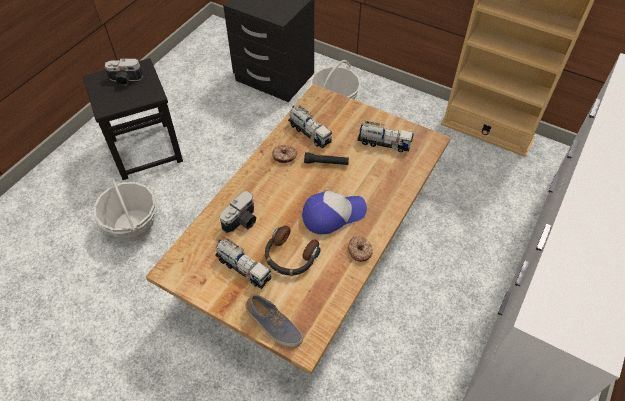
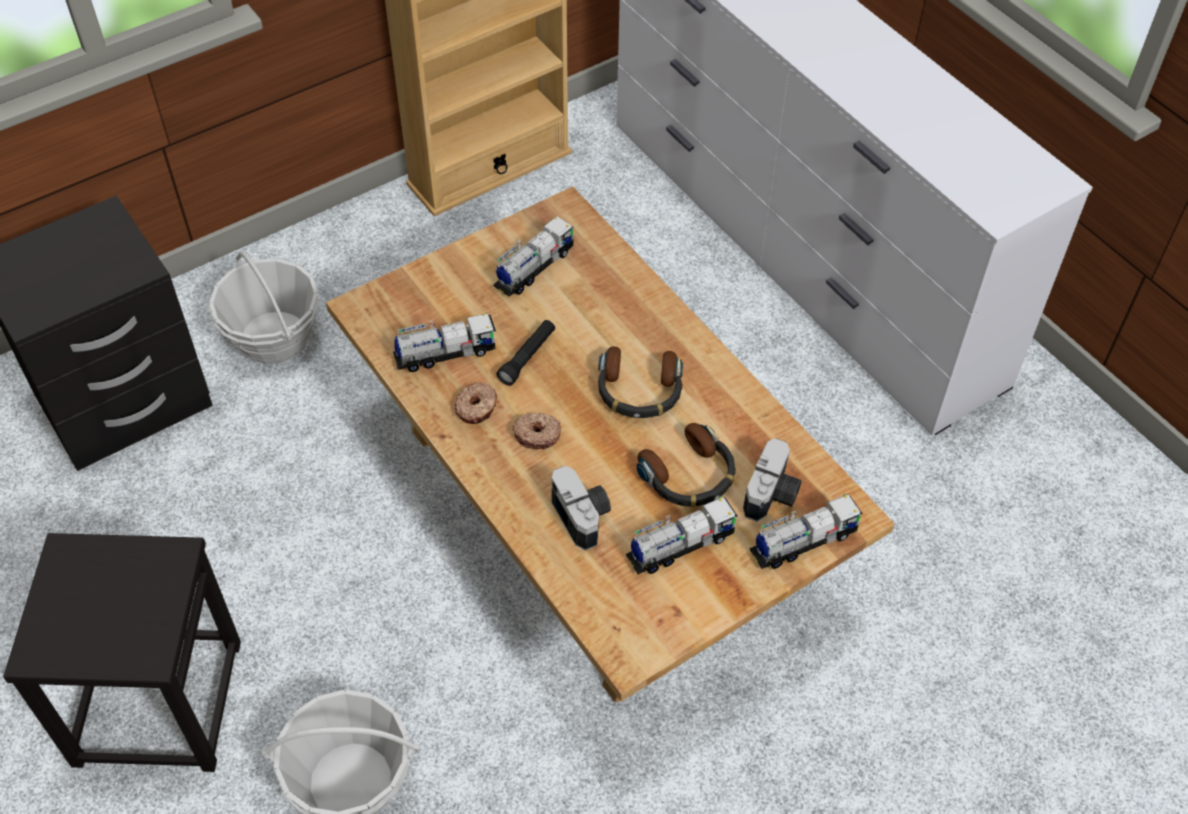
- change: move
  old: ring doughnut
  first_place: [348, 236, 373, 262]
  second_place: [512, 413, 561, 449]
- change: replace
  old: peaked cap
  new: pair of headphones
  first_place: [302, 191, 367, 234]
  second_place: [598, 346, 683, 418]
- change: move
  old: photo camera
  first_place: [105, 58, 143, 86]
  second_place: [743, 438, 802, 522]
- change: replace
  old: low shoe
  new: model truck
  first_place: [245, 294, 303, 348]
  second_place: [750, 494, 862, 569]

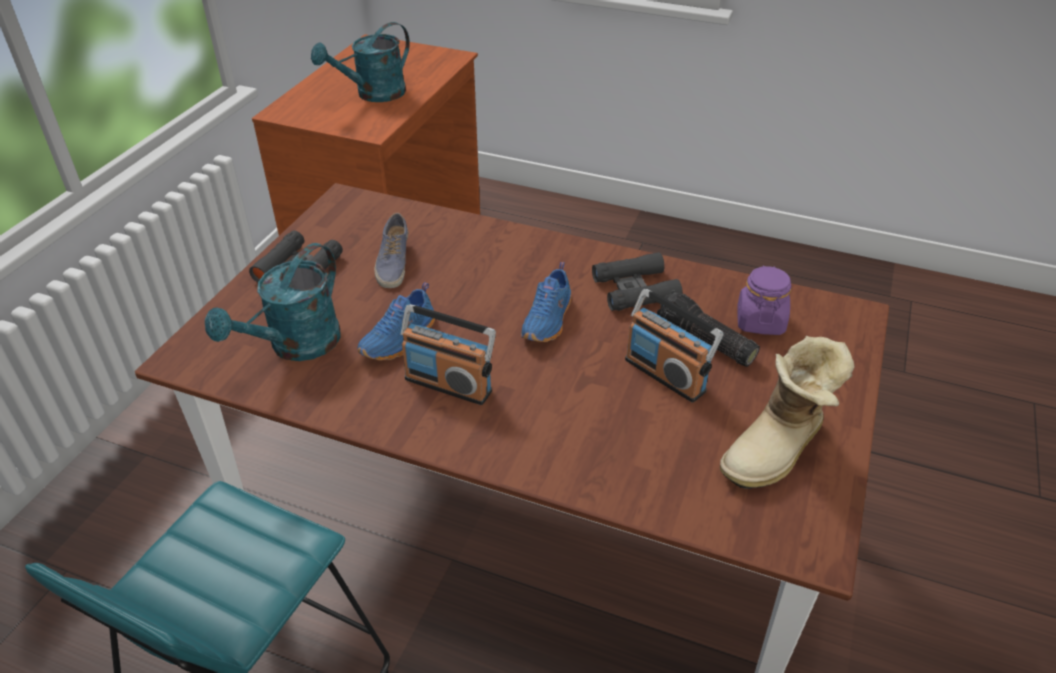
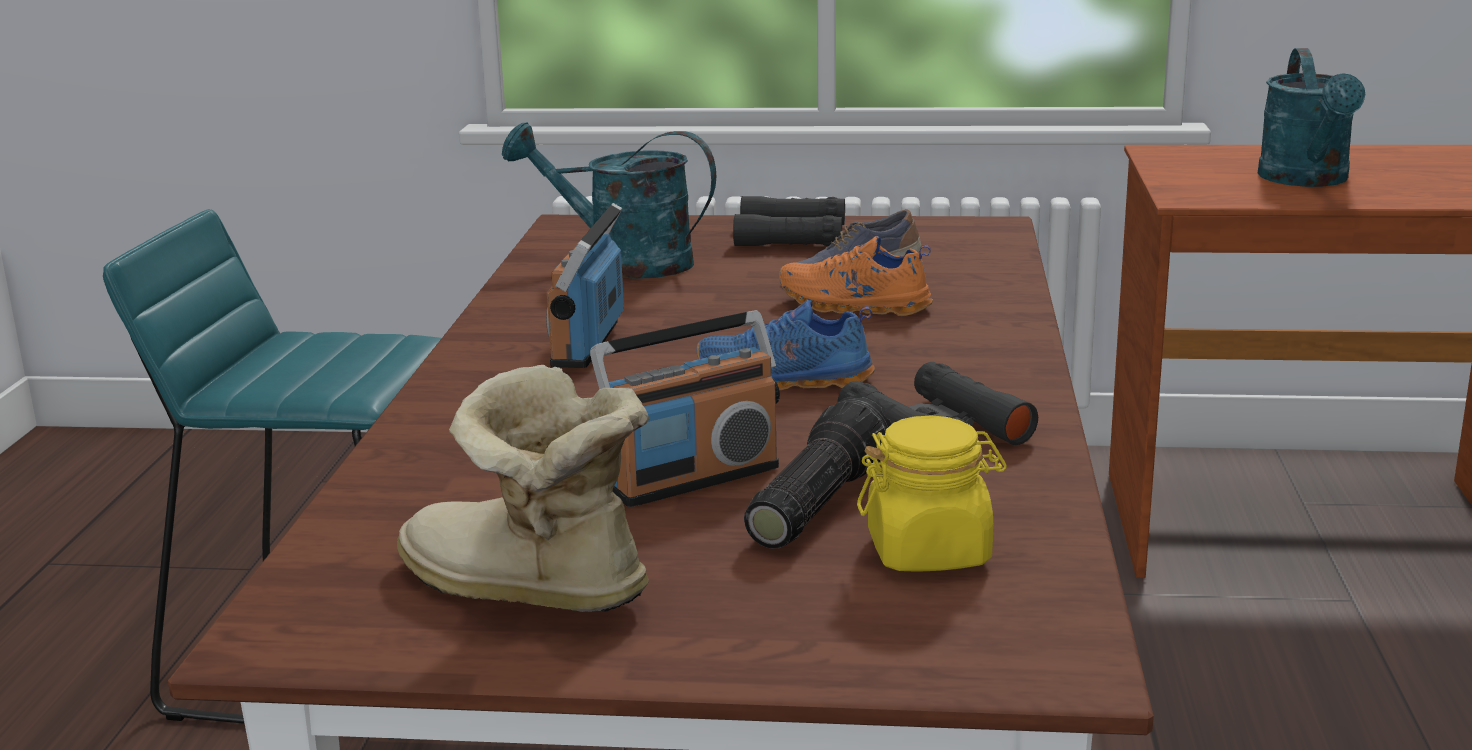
- change: rotate
  old: radio receiver
  first_place: [625, 289, 724, 403]
  second_place: [590, 310, 780, 507]
  degrees: -150
- change: insert
  new: low shoe/orangey
  second_place: [779, 236, 933, 316]
- change: recolor
  old: preserve jar/purple-coloured
  new: preserve jar/yellow-coloured
  first_place: [737, 265, 792, 335]
  second_place: [857, 416, 1007, 572]
- change: rotate
  old: sprinkling can/turquoise-coloured
  first_place: [311, 22, 410, 102]
  second_place: [1258, 48, 1365, 187]
  degrees: -120
- change: delete
  old: low shoe/bluish
  first_place: [358, 282, 435, 361]

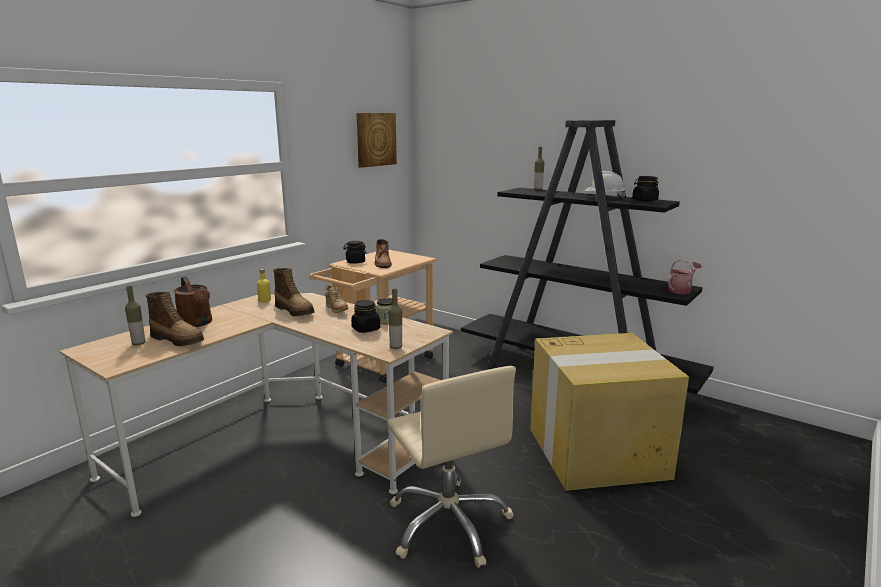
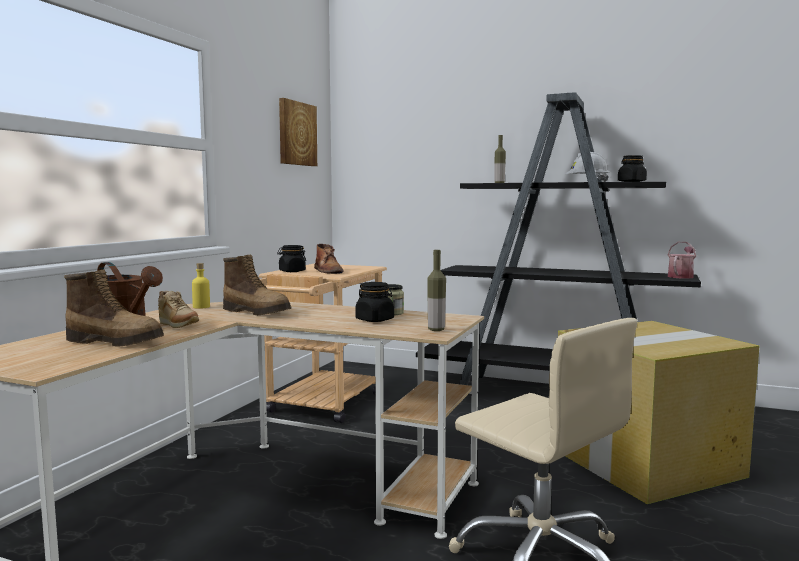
- change: move
  old: low shoe/beige
  first_place: [325, 285, 348, 313]
  second_place: [158, 291, 199, 328]
- change: delete
  old: drink bottle
  first_place: [125, 286, 145, 345]

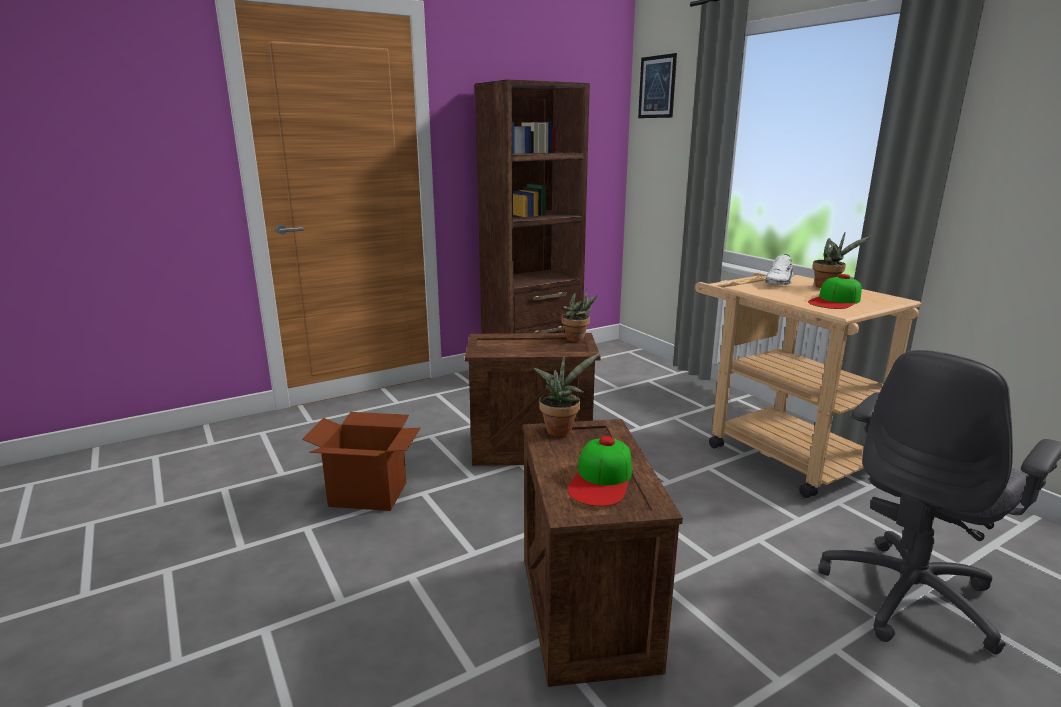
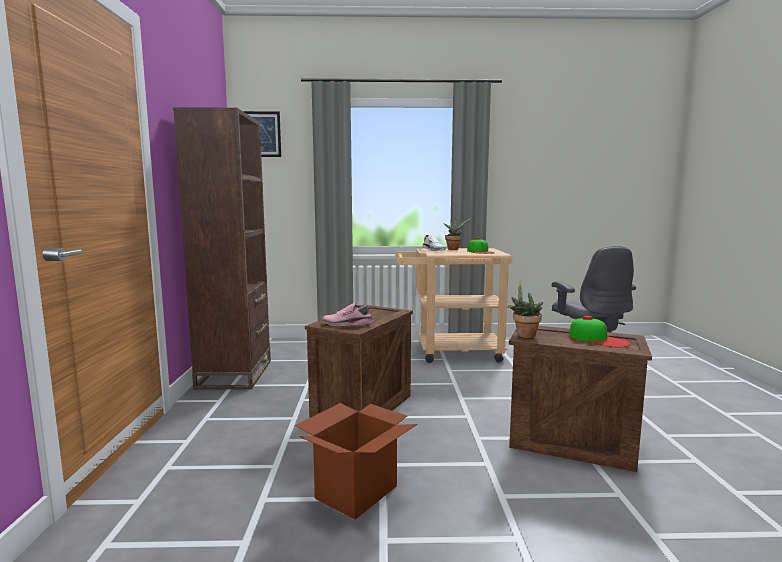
- change: insert
  new: low shoe/pink
  second_place: [322, 302, 373, 326]
- change: delete
  old: plant in a pot
  first_place: [562, 288, 597, 341]

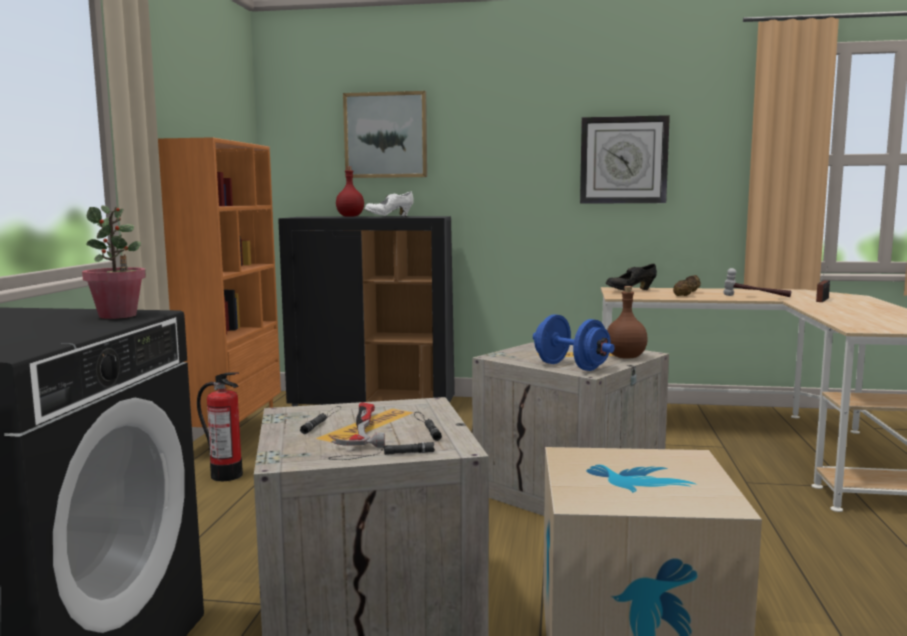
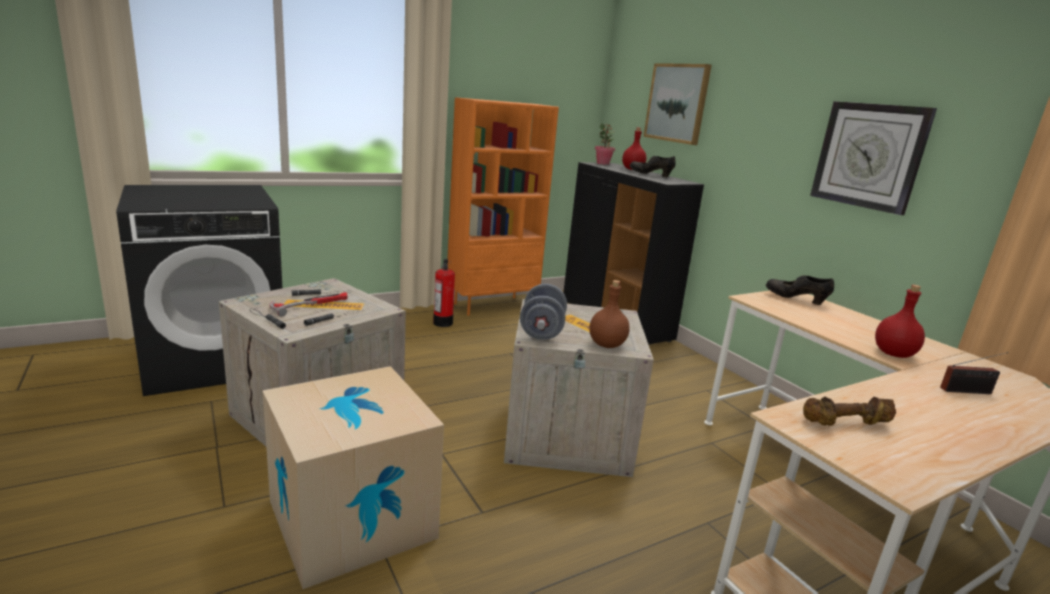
- change: recolor
  old: free weight/bluish
  new: free weight/grey
  first_place: [533, 314, 615, 371]
  second_place: [520, 284, 567, 340]
- change: move
  old: plant in a pot
  first_place: [82, 205, 146, 319]
  second_place: [595, 124, 615, 165]
- change: recolor
  old: low shoe/whitish
  new: low shoe/blackish
  first_place: [365, 191, 414, 216]
  second_place: [629, 156, 676, 177]
- change: move
  old: free weight/brown-coloured
  first_place: [673, 275, 701, 296]
  second_place: [803, 397, 896, 425]
- change: replace
  old: tool hammer
  new: drink bottle/red-coloured
  first_place: [723, 268, 792, 297]
  second_place: [875, 285, 925, 358]

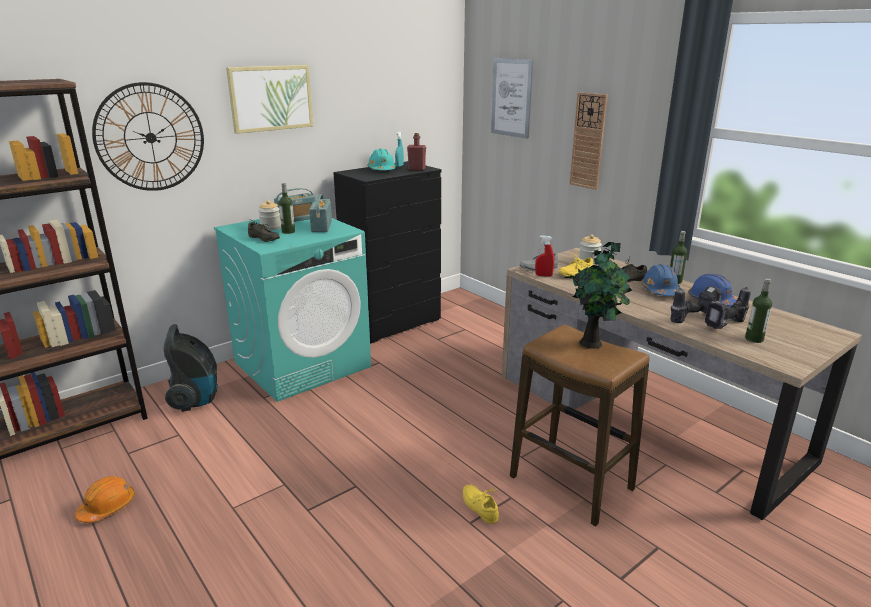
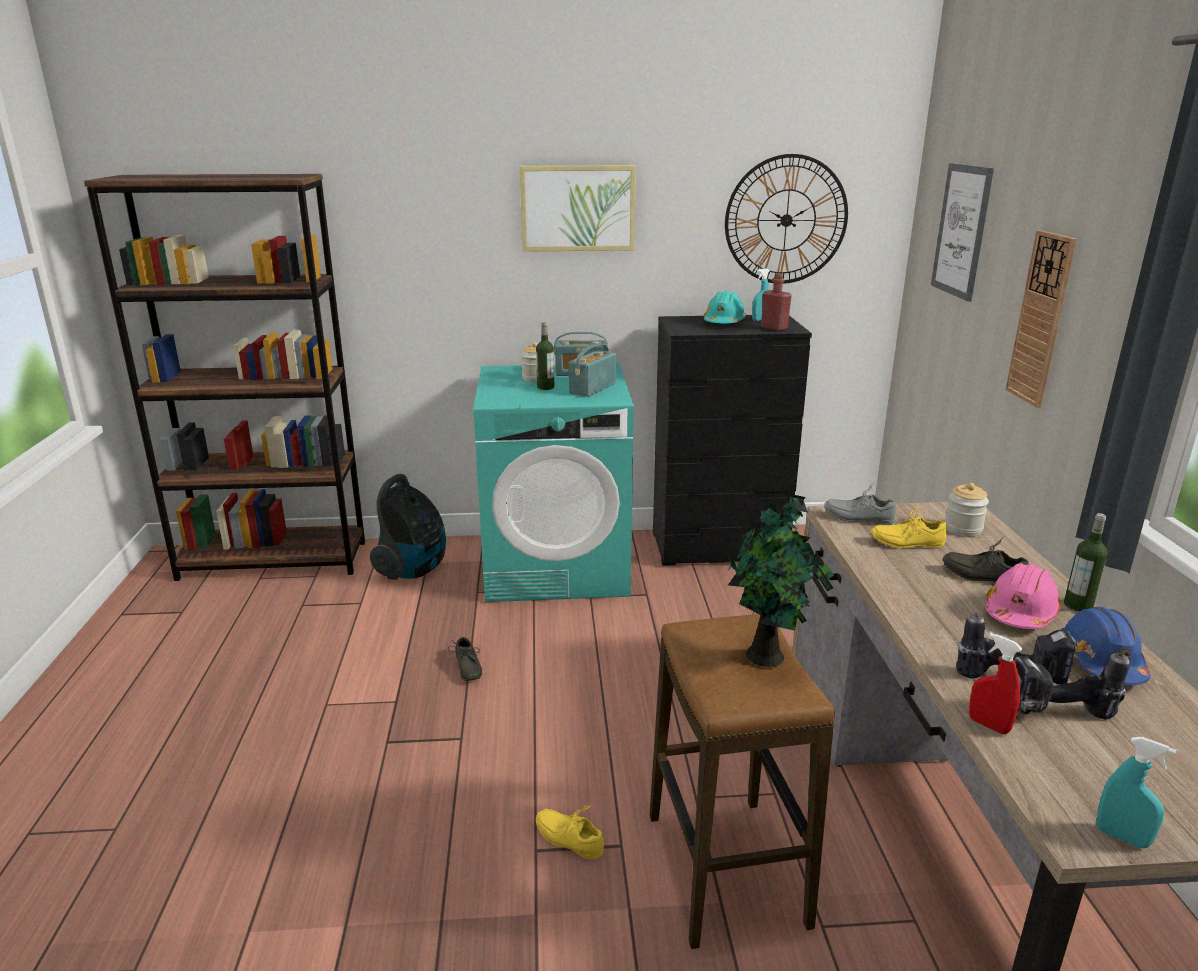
- change: move
  old: low shoe/grey
  first_place: [248, 219, 280, 242]
  second_place: [448, 637, 482, 681]
- change: rotate
  old: low shoe/yellow-coloured
  first_place: [463, 484, 499, 524]
  second_place: [536, 803, 604, 860]
  degrees: -60
- change: move
  old: hanging clock
  first_place: [92, 82, 204, 191]
  second_place: [725, 154, 848, 284]
- change: move
  old: hand sprayer/red-coloured
  first_place: [535, 235, 554, 277]
  second_place: [969, 633, 1023, 734]
- change: recolor
  old: safety helmet/bluish
  new: safety helmet/pink
  first_place: [641, 264, 680, 296]
  second_place: [986, 563, 1062, 629]
- change: insert
  new: hand sprayer/turquoise-coloured
  second_place: [1097, 737, 1177, 848]
- change: delete
  old: safety helmet/orangey
  first_place: [75, 476, 135, 523]
- change: delete
  old: drink bottle
  first_place: [745, 278, 772, 343]

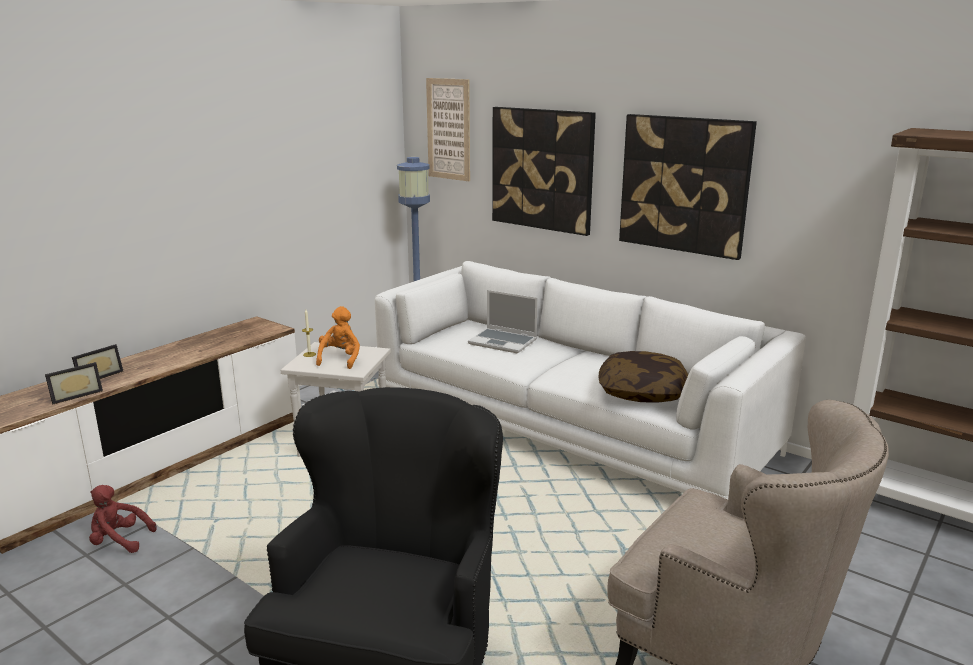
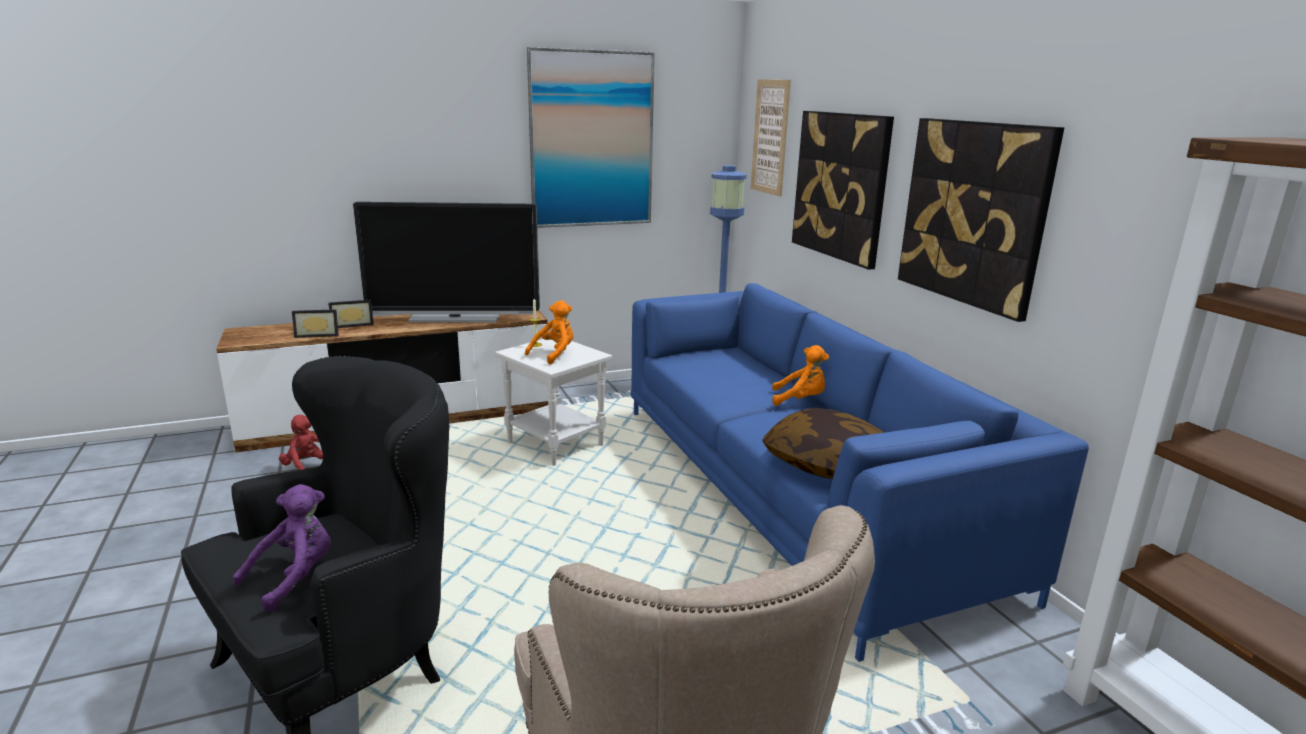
- change: insert
  new: cuddly toy/purple-coloured
  second_place: [233, 484, 331, 612]
- change: insert
  new: TV set
  second_place: [353, 202, 540, 323]
- change: insert
  new: wall picture
  second_place: [527, 47, 655, 228]
- change: recolor
  old: sofa/whitish
  new: sofa/bluish
  first_place: [375, 261, 806, 500]
  second_place: [630, 283, 1089, 662]
- change: insert
  new: cuddly toy/orangey
  second_place: [772, 345, 829, 406]
- change: delete
  old: notebook computer
  first_place: [468, 290, 538, 354]

